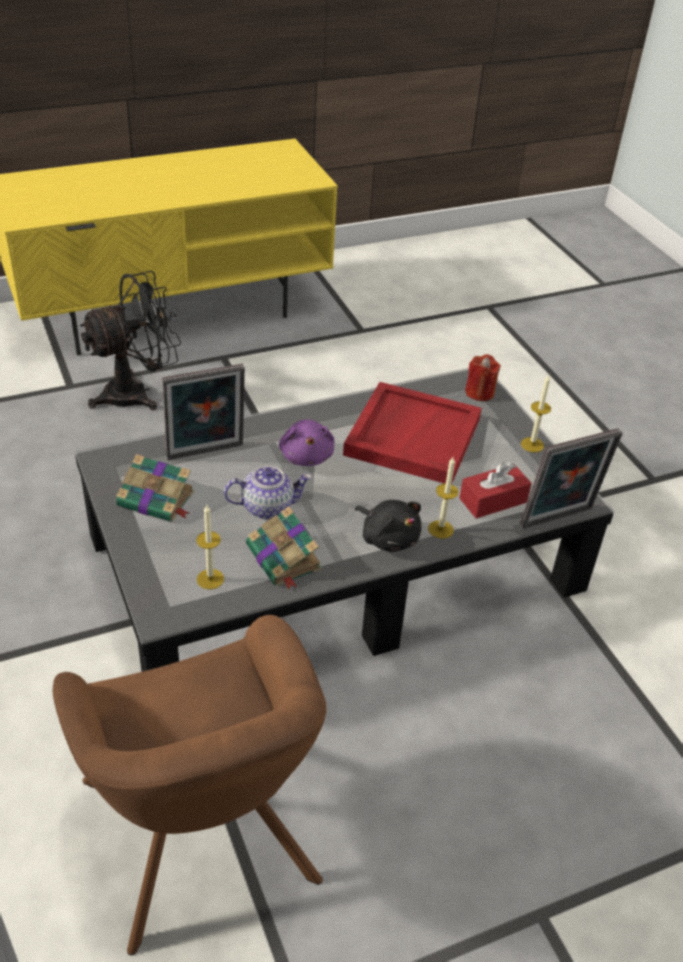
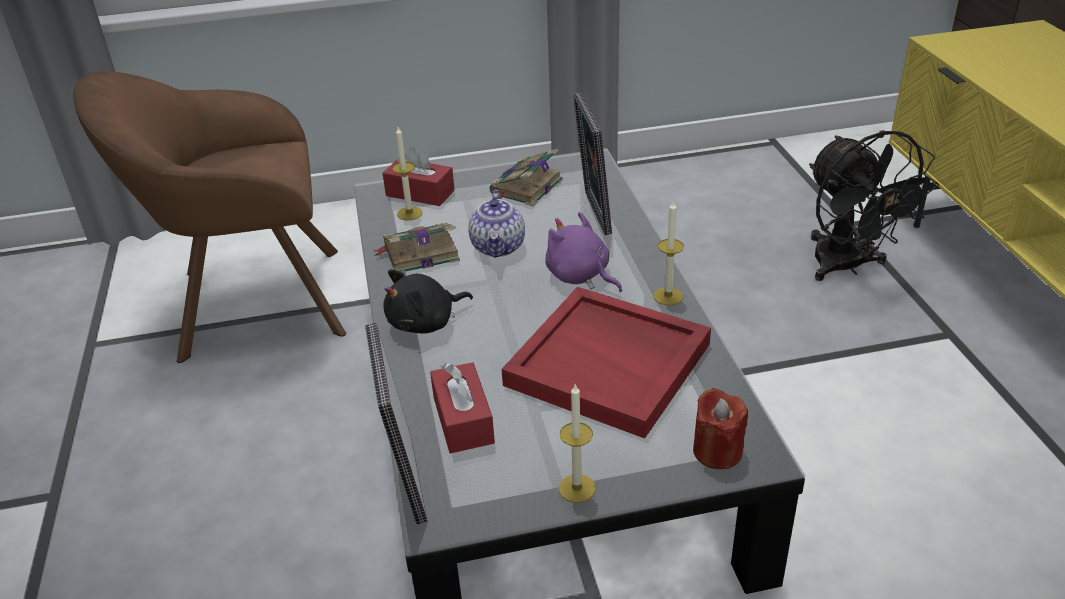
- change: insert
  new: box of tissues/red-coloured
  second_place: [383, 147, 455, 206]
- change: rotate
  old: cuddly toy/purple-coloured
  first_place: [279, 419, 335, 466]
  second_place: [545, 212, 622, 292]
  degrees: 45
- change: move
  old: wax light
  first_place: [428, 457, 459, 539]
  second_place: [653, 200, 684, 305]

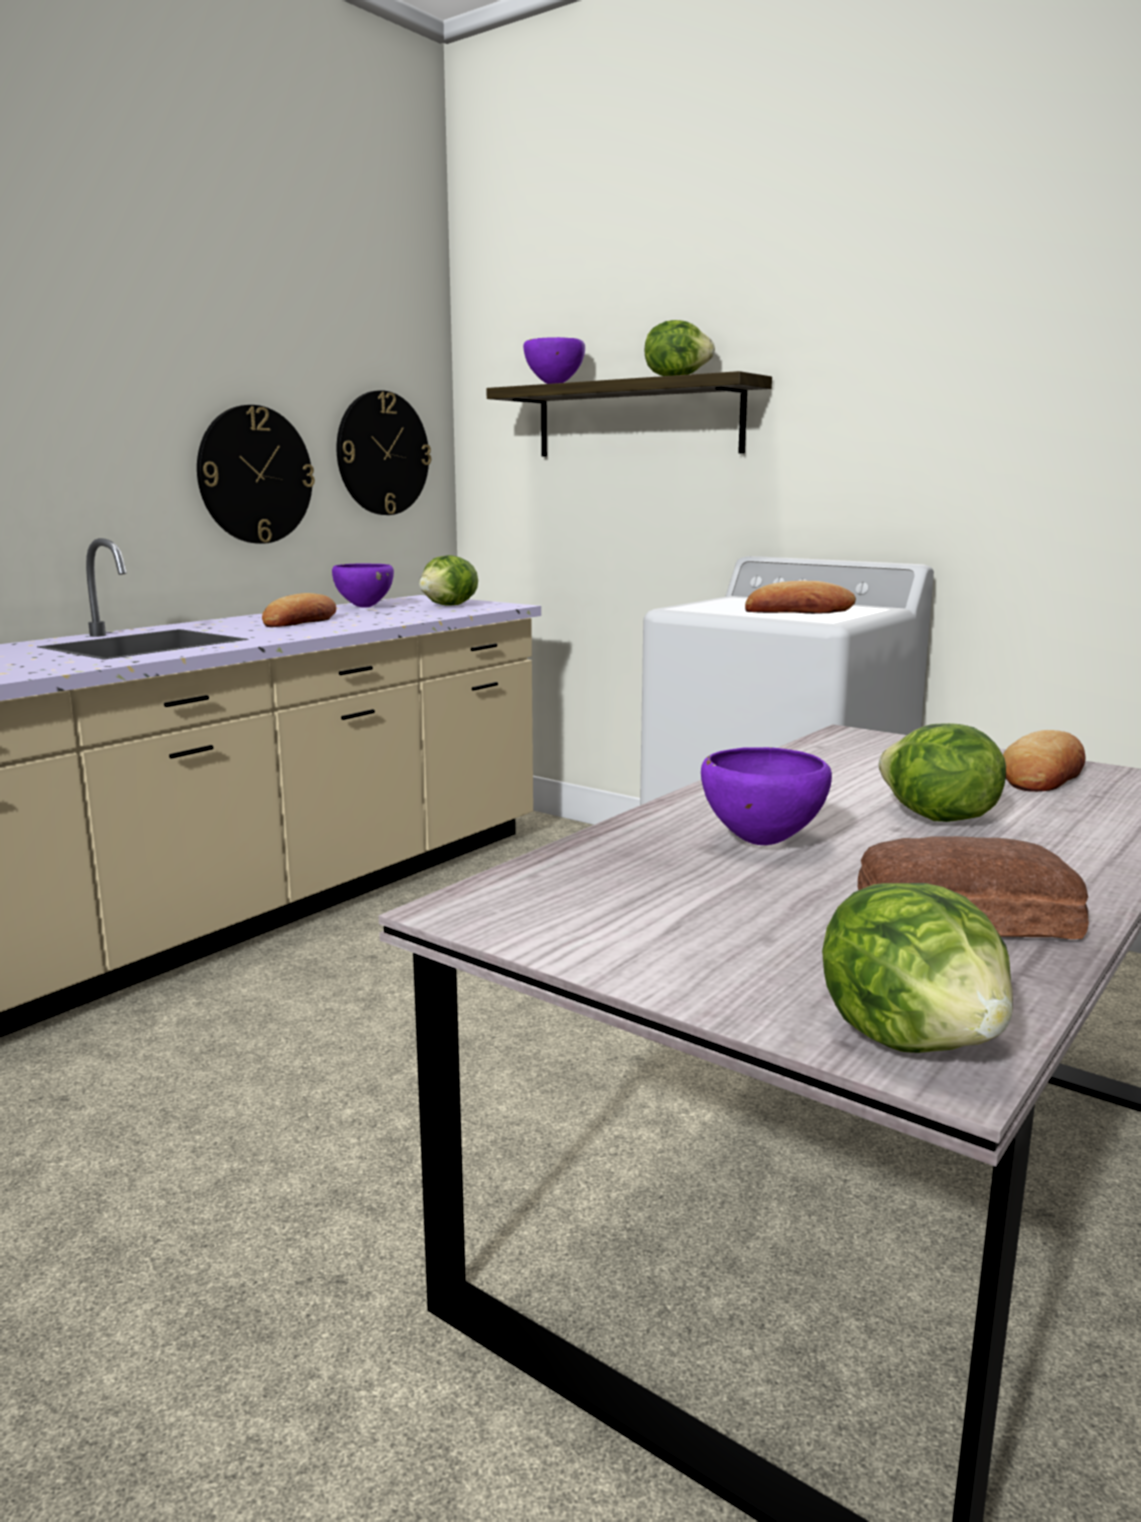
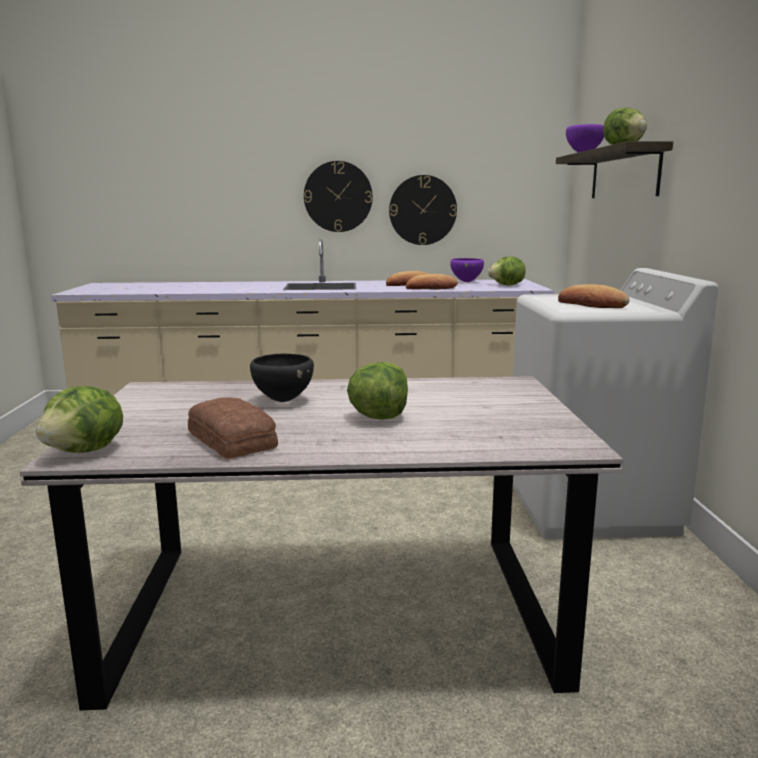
- change: recolor
  old: deep dish/purple-coloured
  new: deep dish/blackish
  first_place: [701, 747, 832, 845]
  second_place: [250, 354, 314, 402]
- change: move
  old: hanging clock
  first_place: [336, 390, 431, 515]
  second_place: [304, 161, 373, 232]
- change: move
  old: bakery bread
  first_place: [1003, 730, 1085, 792]
  second_place: [406, 274, 458, 290]

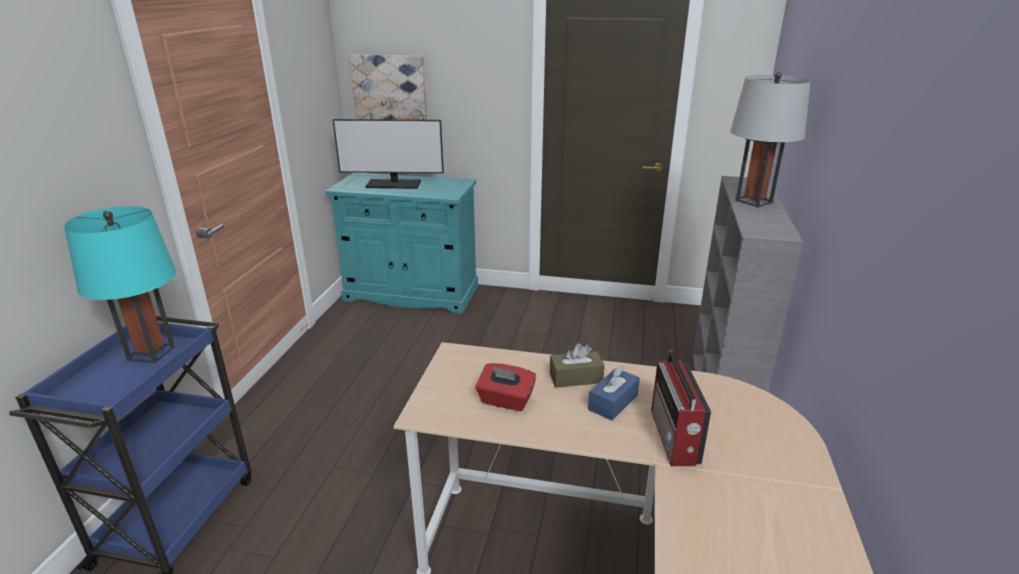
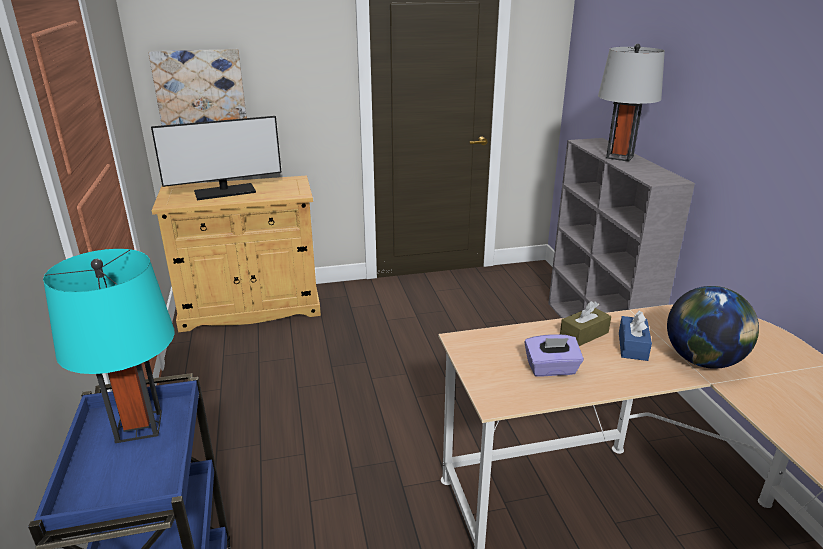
- change: recolor
  old: storage cabinet/turquoise-coloured
  new: storage cabinet/beige
  first_place: [325, 173, 478, 314]
  second_place: [152, 176, 321, 332]
- change: recolor
  old: box of tissues/red-coloured
  new: box of tissues/purple-coloured
  first_place: [475, 363, 536, 411]
  second_place: [524, 334, 584, 377]
- change: replace
  old: radio receiver
  new: world globe
  first_place: [651, 351, 711, 466]
  second_place: [667, 286, 759, 369]

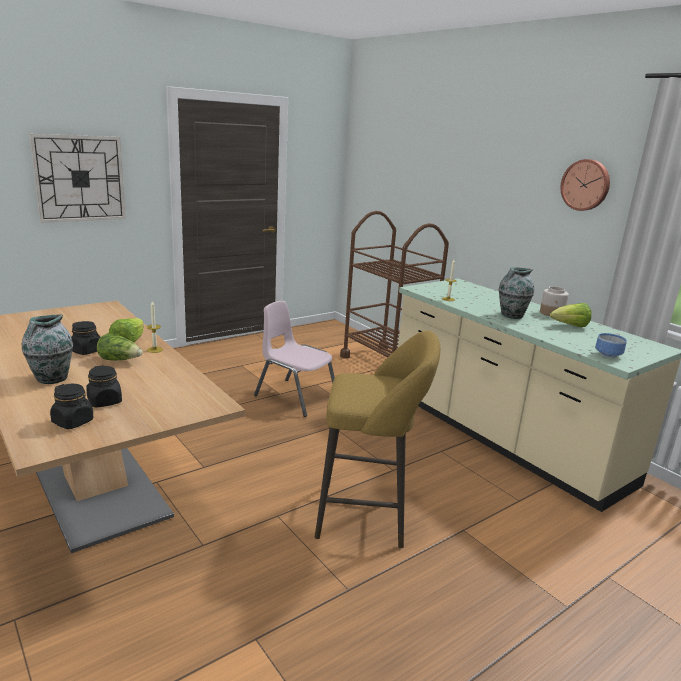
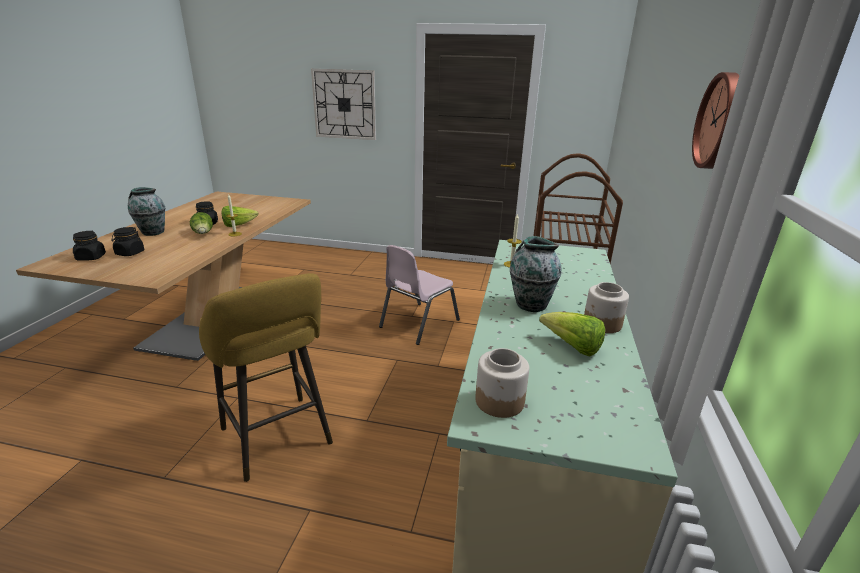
- change: rotate
  old: plain chair/pink
  first_place: [254, 301, 335, 417]
  second_place: [379, 245, 460, 345]
  degrees: -135
- change: replace
  old: deep dish
  new: preserve jar
  first_place: [595, 333, 627, 358]
  second_place: [475, 348, 529, 418]

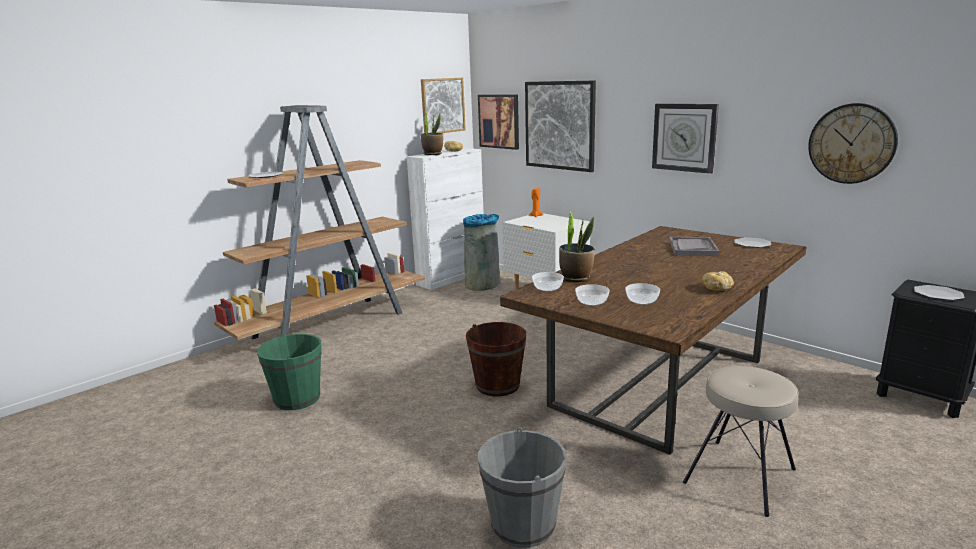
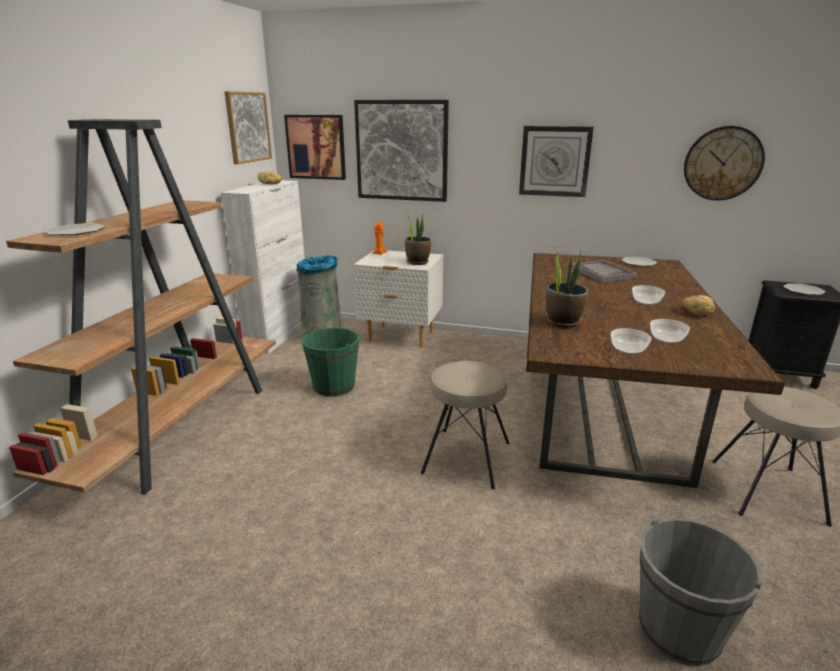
- change: move
  old: bucket/greenish
  first_place: [257, 334, 321, 410]
  second_place: [302, 328, 359, 397]
- change: move
  old: plant in a pot
  first_place: [421, 112, 443, 155]
  second_place: [405, 212, 431, 265]
- change: replace
  old: bucket/brown-coloured
  new: stool seat/beige
  first_place: [466, 322, 526, 396]
  second_place: [421, 361, 510, 489]
- change: move
  old: deep dish
  first_place: [532, 272, 564, 292]
  second_place: [632, 285, 665, 305]

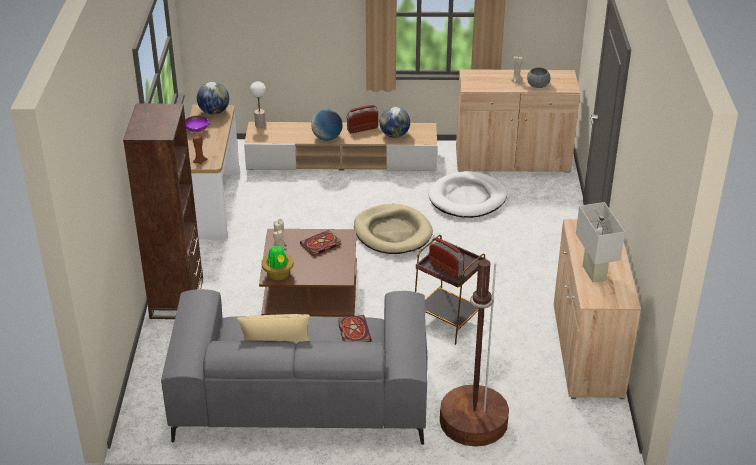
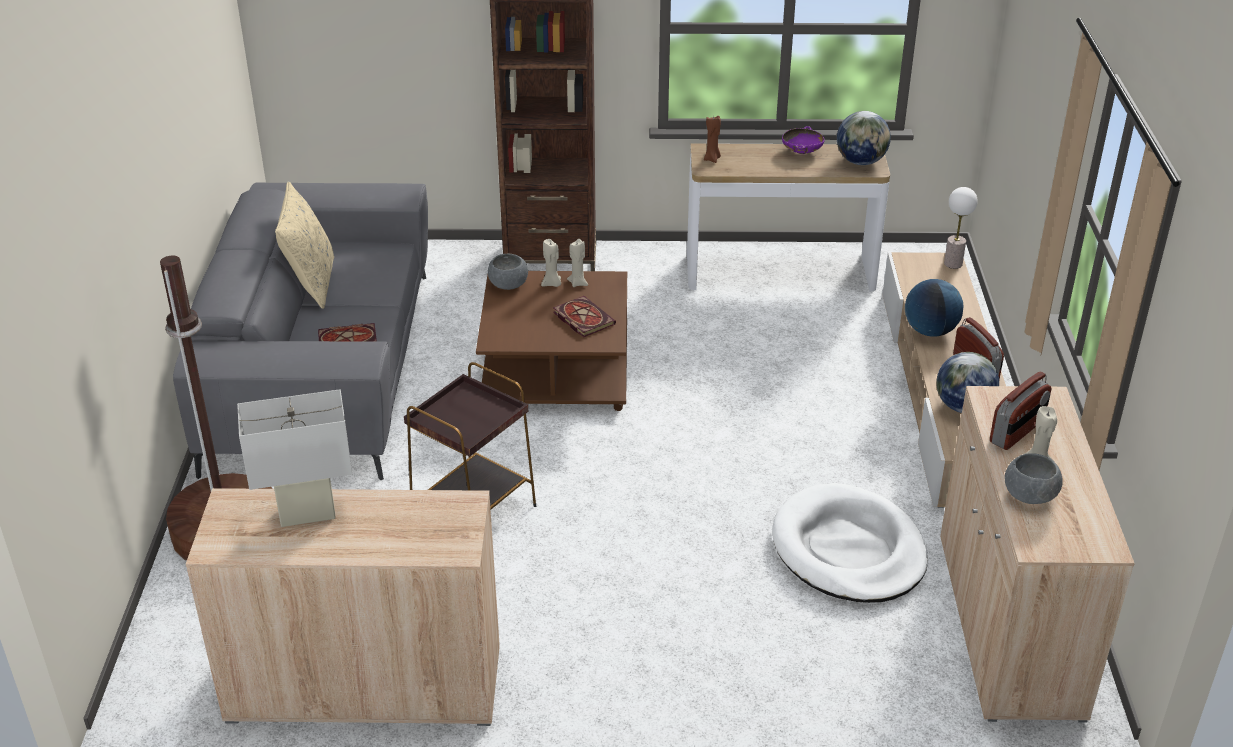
- change: replace
  old: plant in a pot
  new: deep dish/grey
  first_place: [261, 244, 294, 280]
  second_place: [488, 254, 528, 290]
- change: move
  old: radio receiver
  first_place: [429, 237, 464, 278]
  second_place: [990, 371, 1051, 450]
- change: delete
  old: dog cushion/beige
  first_place: [354, 204, 433, 254]

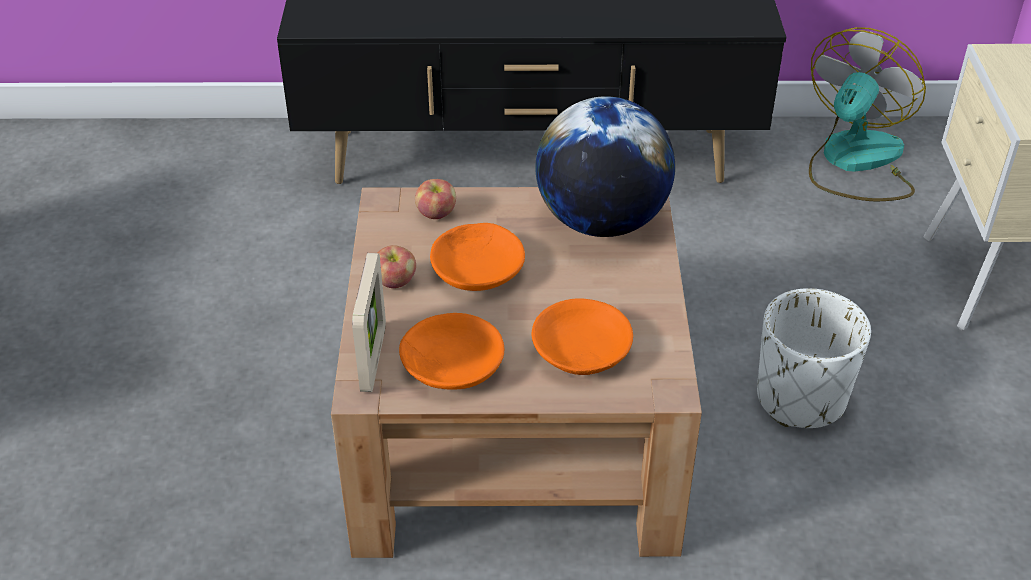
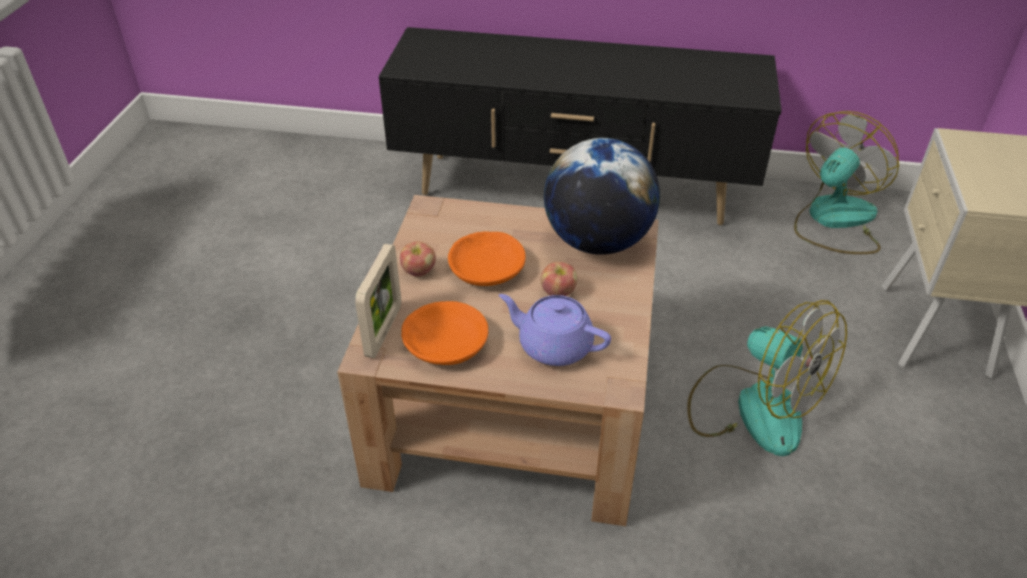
- change: replace
  old: deep dish/orangey
  new: pot for tea/purple-coloured
  first_place: [531, 298, 633, 375]
  second_place: [499, 294, 611, 366]
- change: move
  old: apple
  first_place: [415, 179, 456, 219]
  second_place: [540, 262, 577, 296]
- change: replace
  old: planter/whitish
  new: electric fan
  first_place: [757, 288, 871, 428]
  second_place: [687, 300, 847, 456]

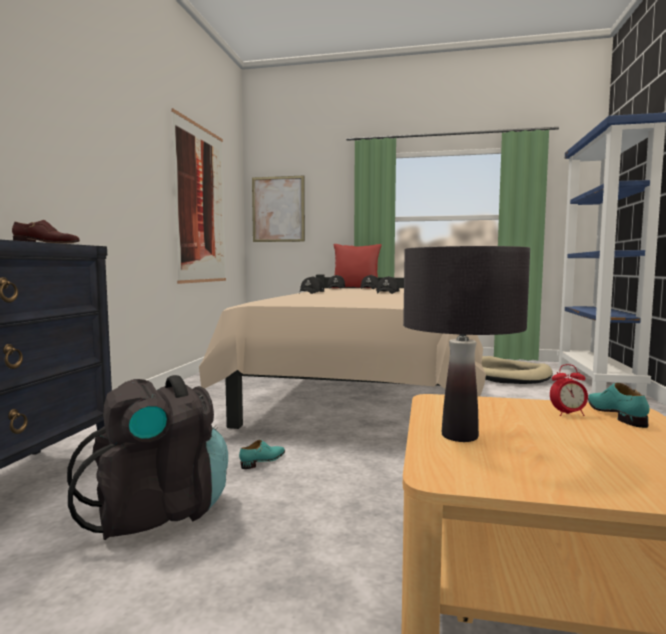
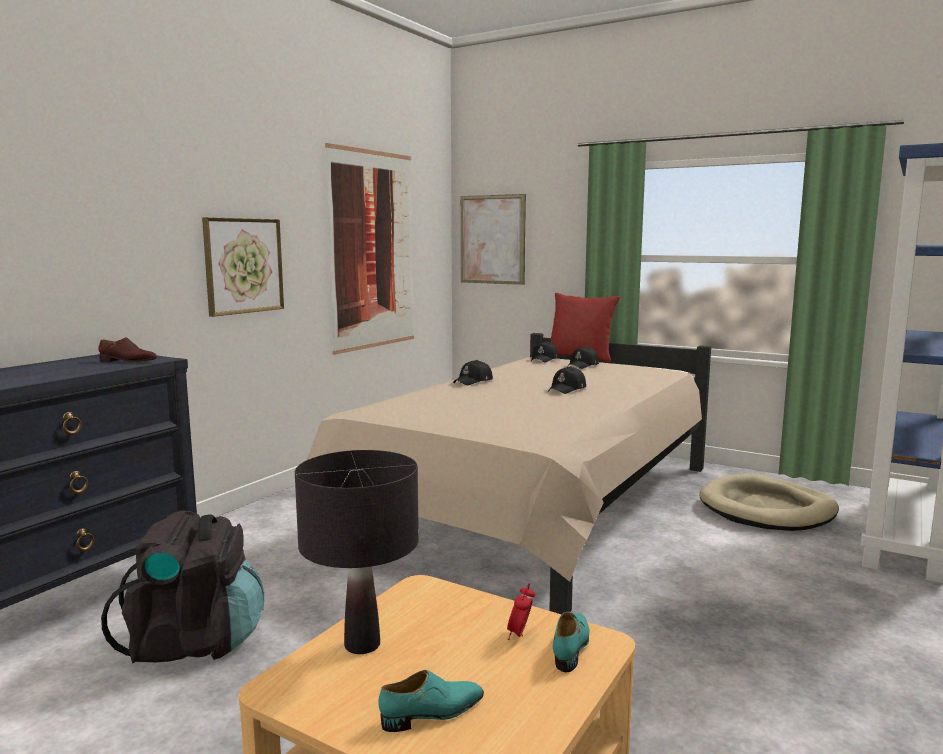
- change: insert
  new: wall picture
  second_place: [202, 217, 284, 317]
- change: move
  old: low shoe/turquoise-coloured
  first_place: [239, 440, 285, 469]
  second_place: [378, 670, 484, 732]
- change: rotate
  old: table clock
  first_place: [550, 364, 588, 416]
  second_place: [507, 583, 535, 640]
  degrees: 90

